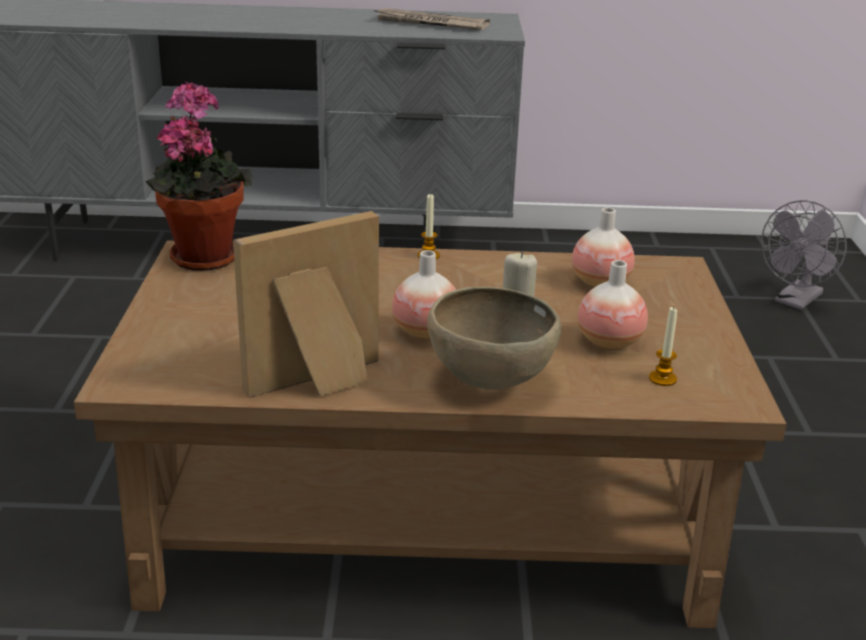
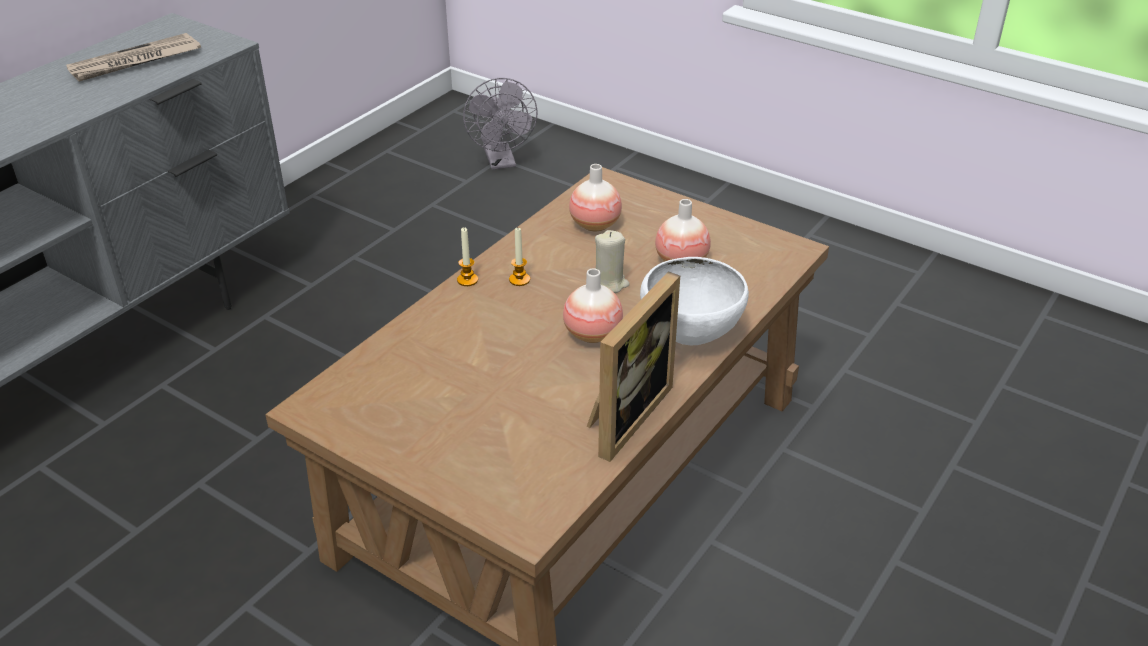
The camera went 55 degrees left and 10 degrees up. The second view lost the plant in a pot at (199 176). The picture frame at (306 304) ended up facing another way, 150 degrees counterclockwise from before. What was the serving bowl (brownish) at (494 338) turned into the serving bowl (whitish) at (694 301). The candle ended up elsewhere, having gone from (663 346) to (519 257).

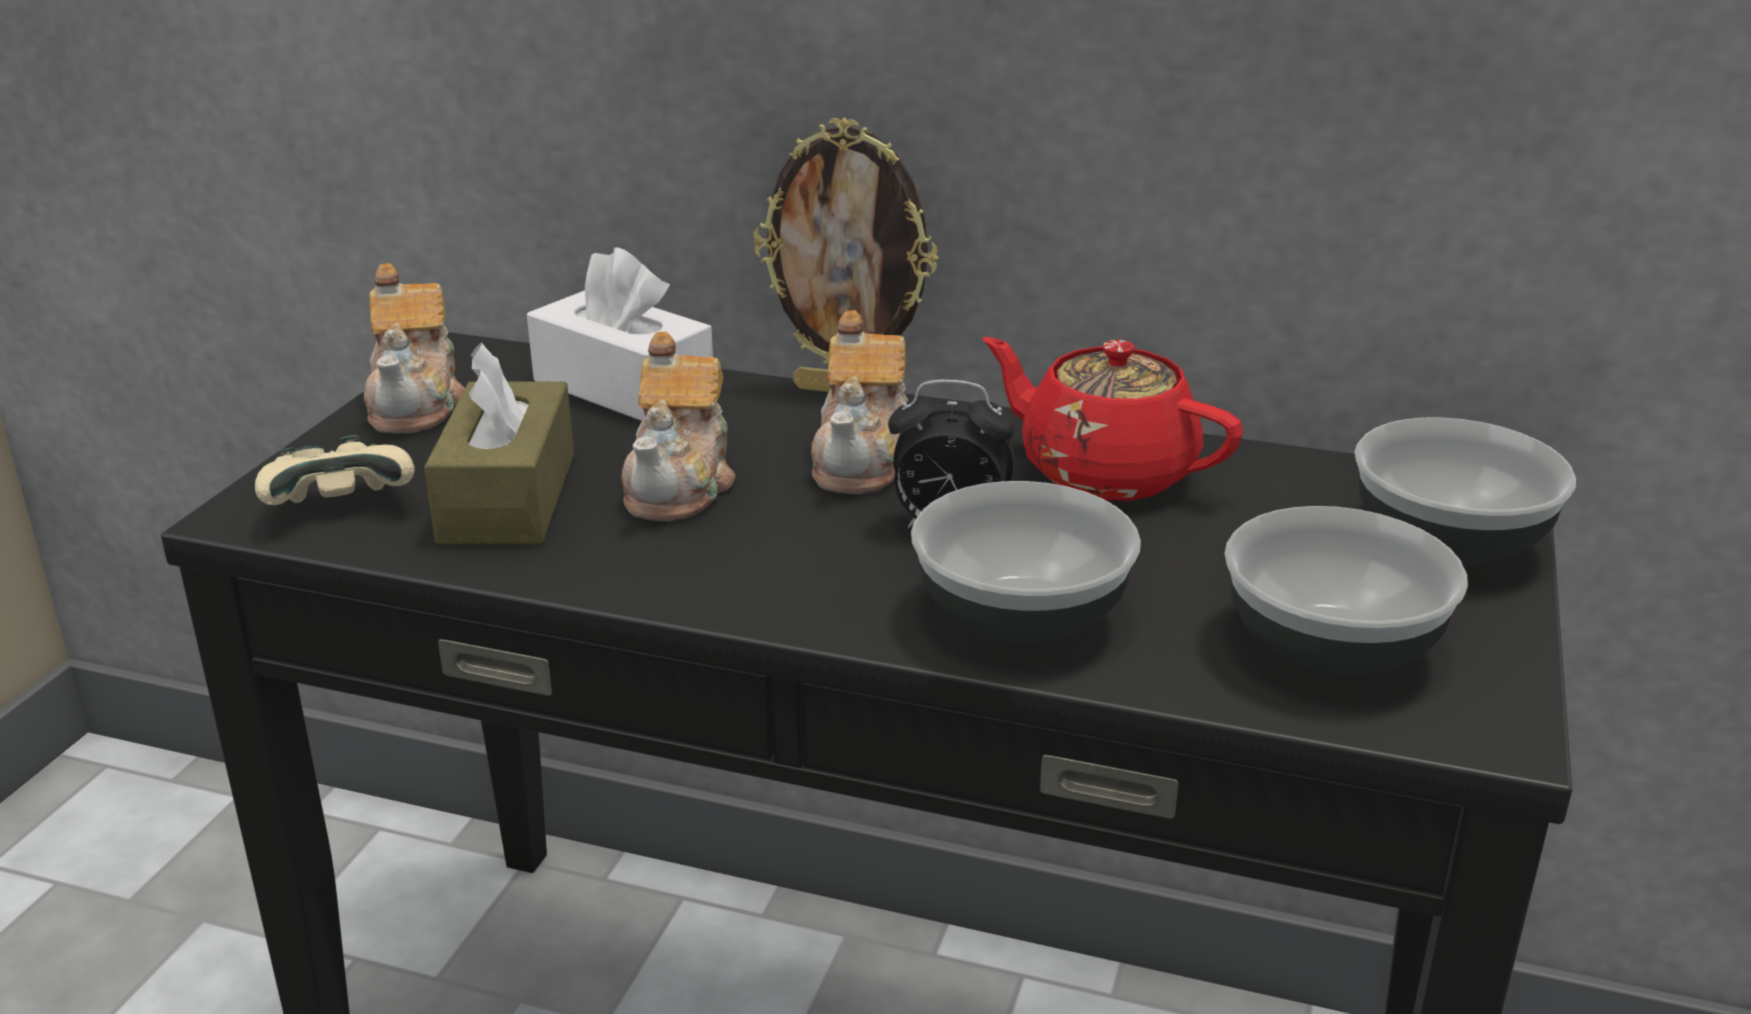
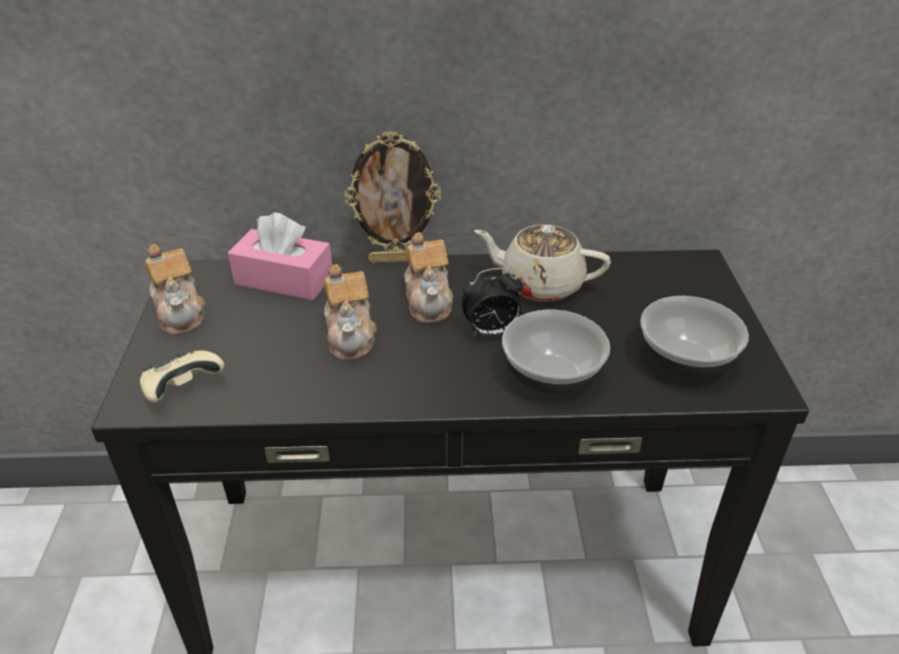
The camera went 20 degrees left and 10 degrees up. What was the box of tissues (whitish) at (620 334) turned into the box of tissues (pink) at (280 256). What was the pot for tea (reddish) at (1113 419) turned into the pot for tea (sand-coloured) at (542 263). The second view lost the box of tissues (brownish) at (499 443). The second view lost the serving bowl at (1465 491).

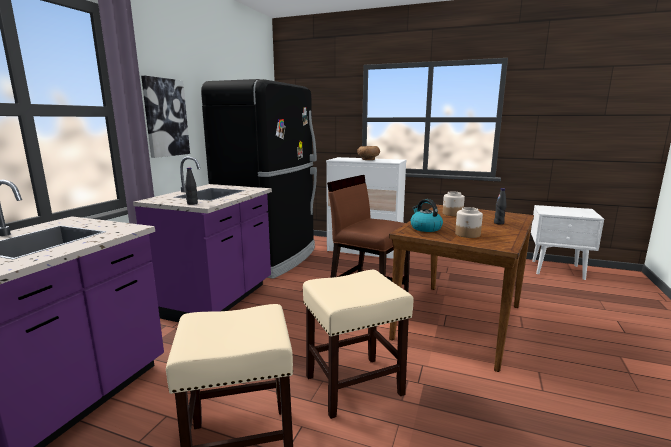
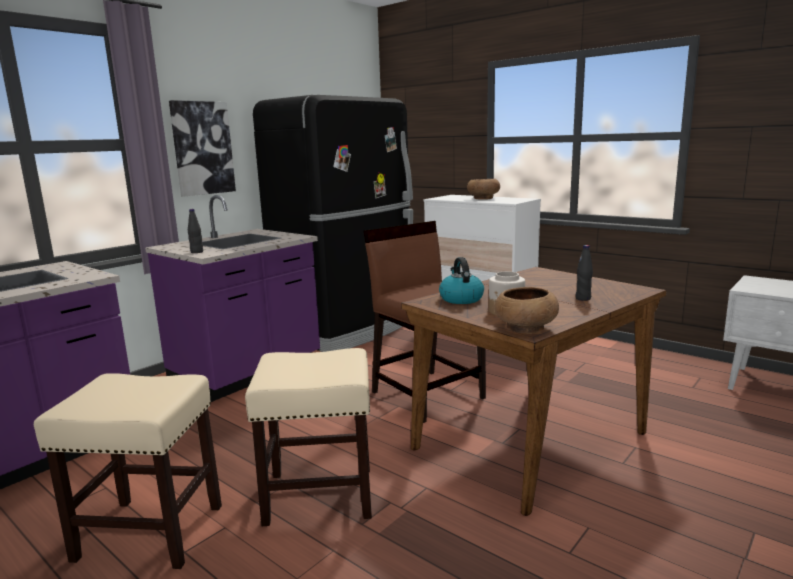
The camera went 20 degrees right and 0 degrees up. The second view lost the storage jar at (454 203). The second view gained the serving bowl (brownish) at (526 310).

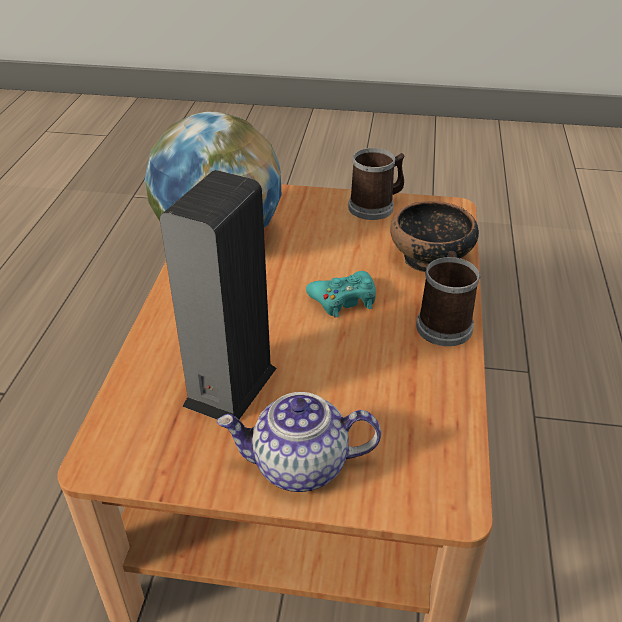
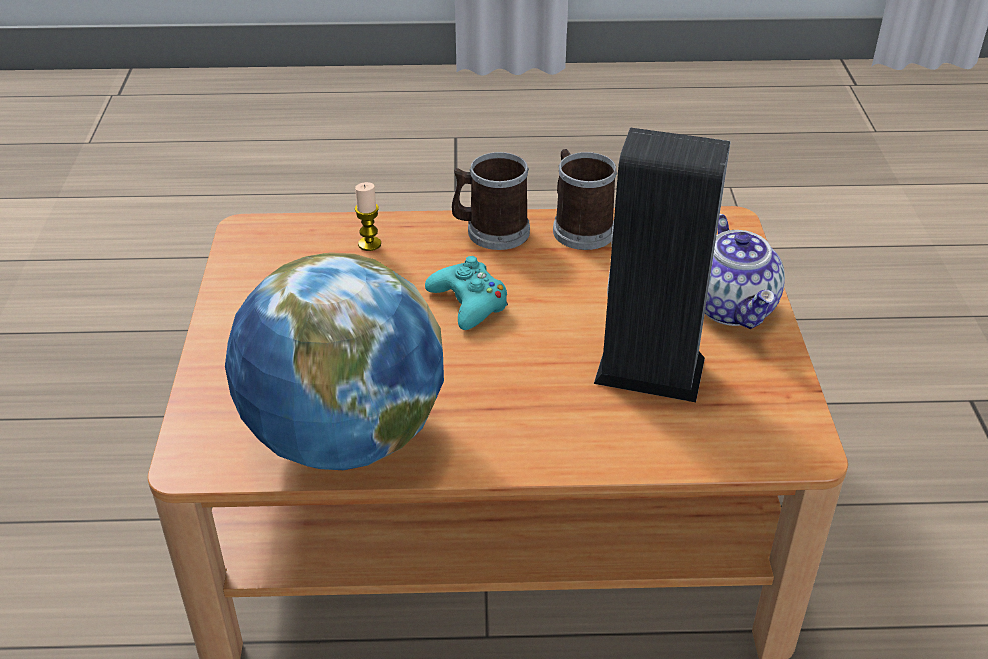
The camera went 100 degrees left and 0 degrees up. The coffee mug ended up elsewhere, having gone from (376 184) to (585 199). Where the serving bowl stood at (434 236), the candle came to stand at (368 216).

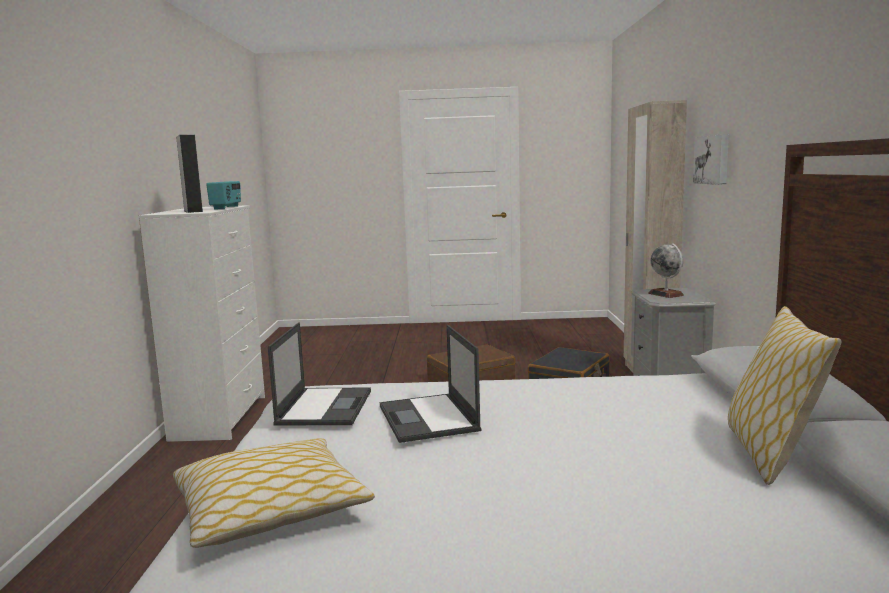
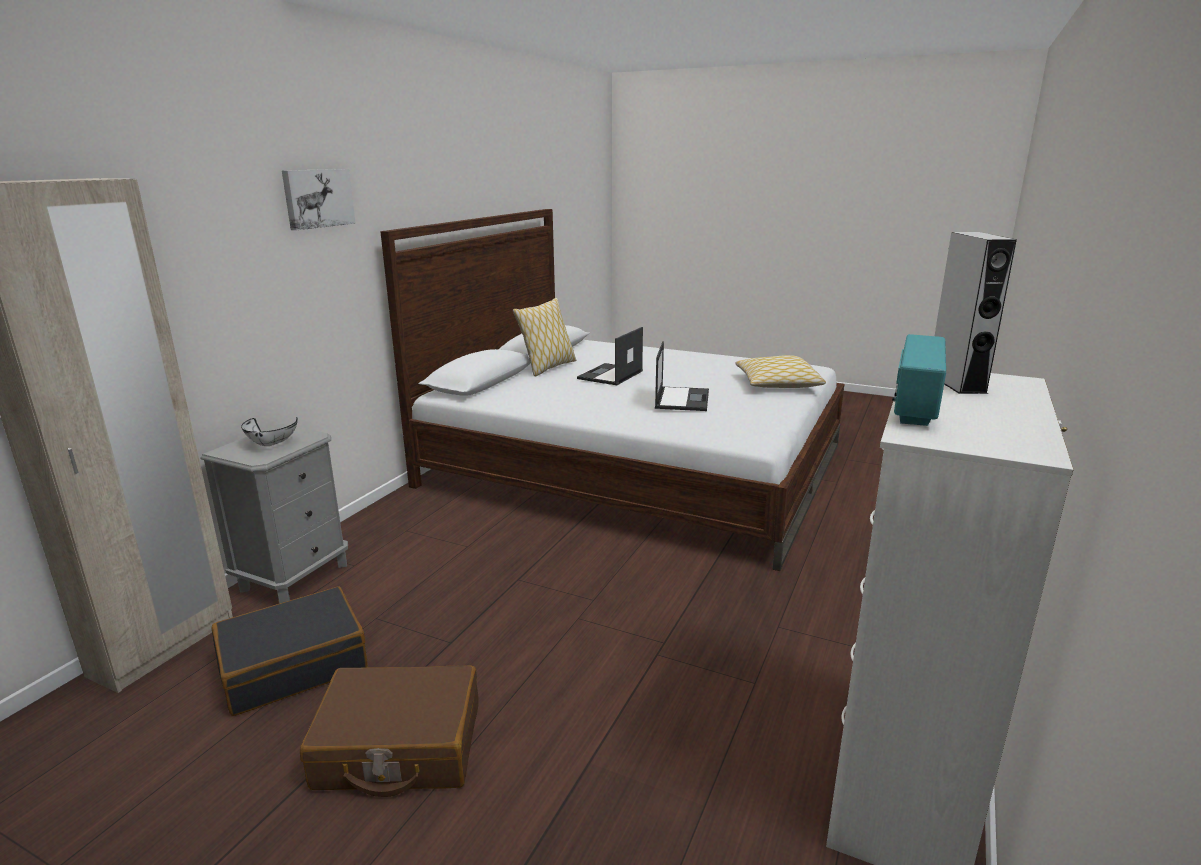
The camera went 155 degrees left and 10 degrees up. The picture ended up elsewhere, having gone from (711 159) to (319 199). Where the world globe stood at (666 270), the serving bowl (whitish) came to stand at (269 432). The notebook computer ended up elsewhere, having gone from (319 373) to (610 356).

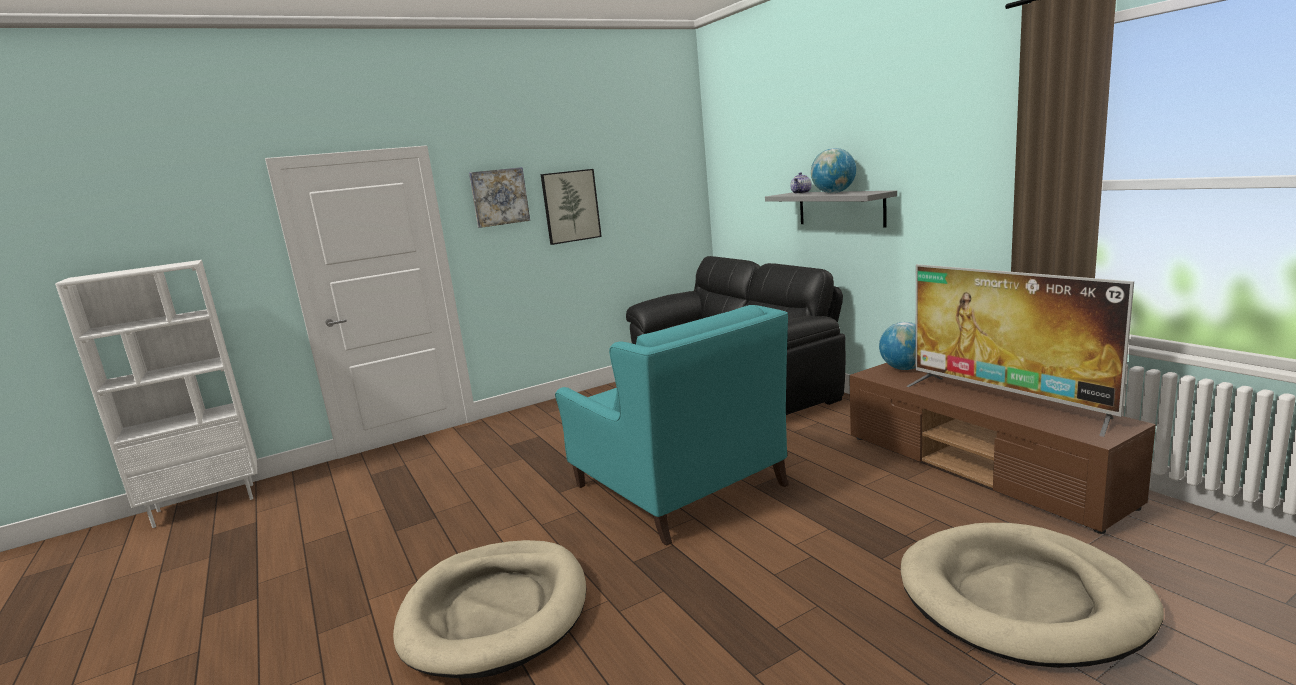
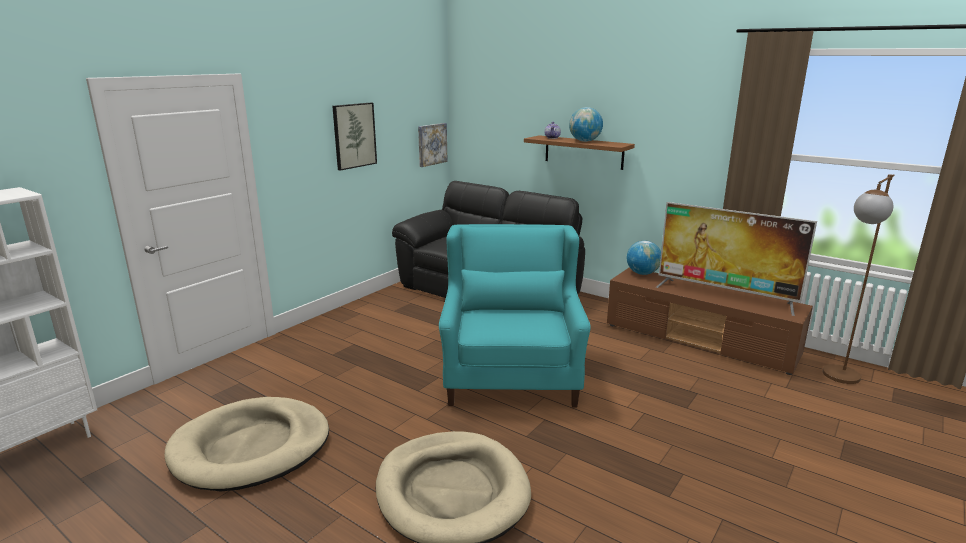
The camera went 25 degrees left and 5 degrees up. The picture ended up elsewhere, having gone from (499 197) to (433 145). What was the bracket shelf (grey) at (831 209) turned into the bracket shelf (brownish) at (579 152). The armchair (turquoise-coloured) at (672 425) ended up facing another way, 120 degrees counterclockwise from before. The dog bed (sand-coloured) ended up elsewhere, having gone from (1032 595) to (247 444). The second view gained the standard lamp (brownish) at (859 279).

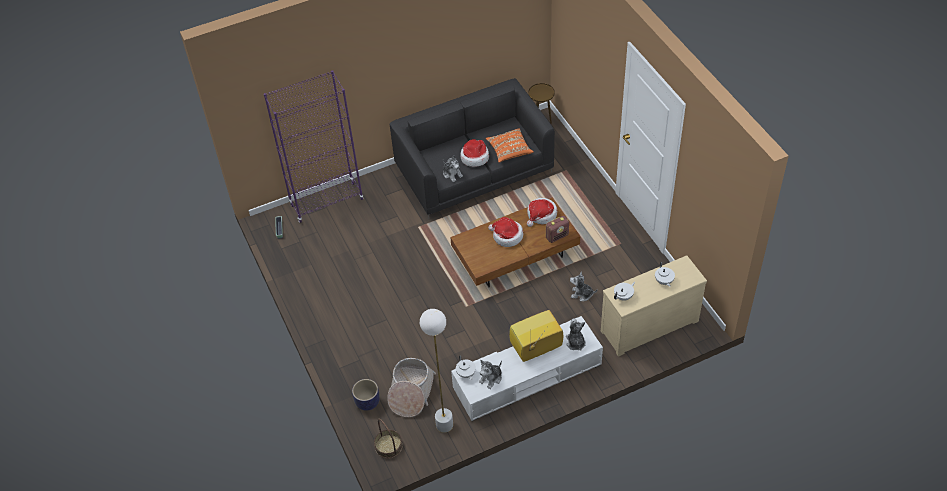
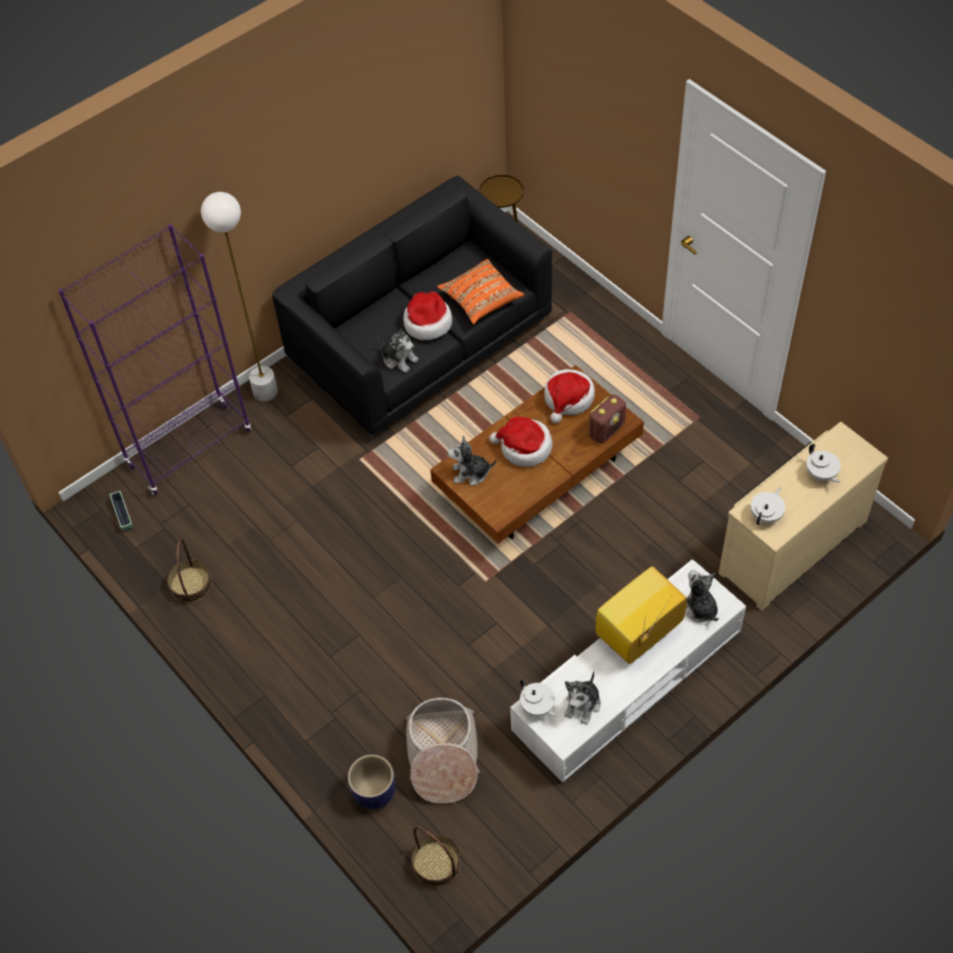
The camera went 15 degrees left and 5 degrees up. The plush toy ended up elsewhere, having gone from (584 286) to (471 461). The standard lamp (whitish) ended up elsewhere, having gone from (436 371) to (239 296). The second view gained the basket at (189 571).

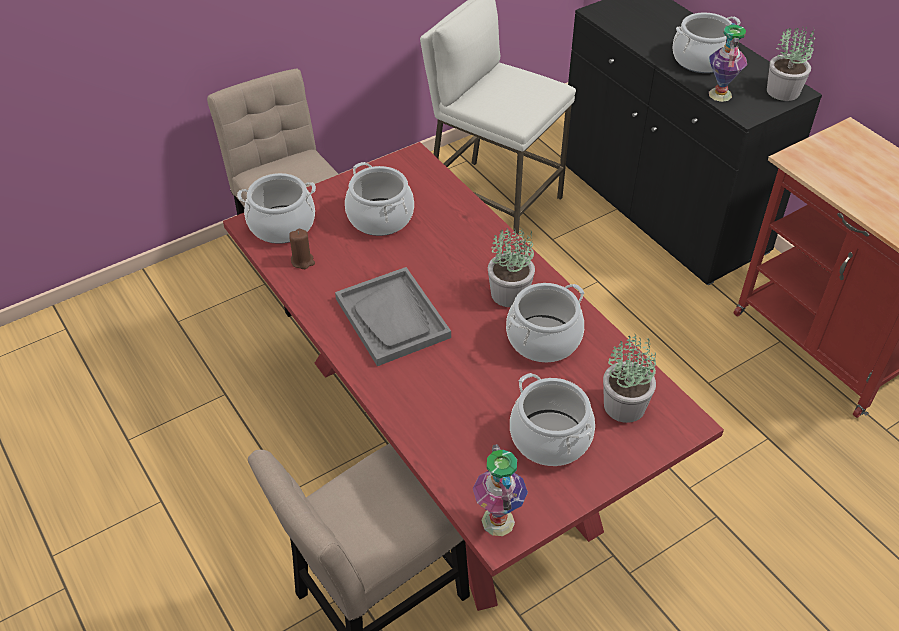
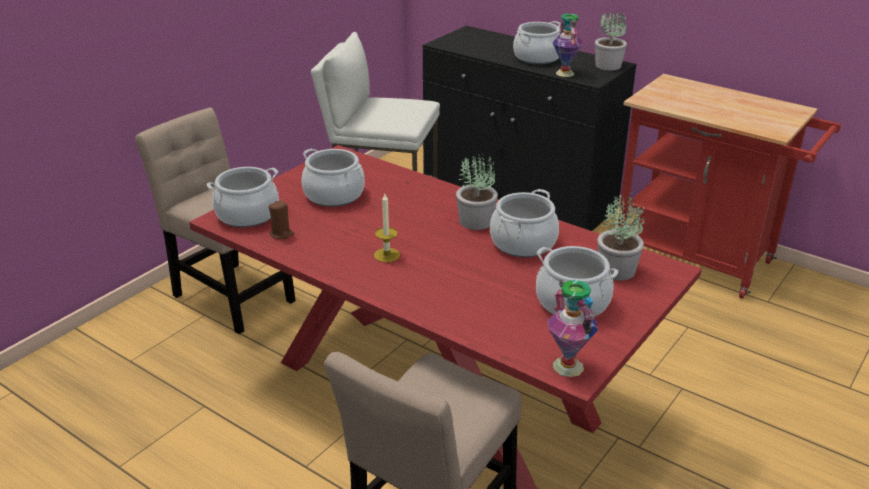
The camera went 20 degrees left and 15 degrees down. Where the carrying tray (grey) stood at (393 316), the candle came to stand at (387 228).

